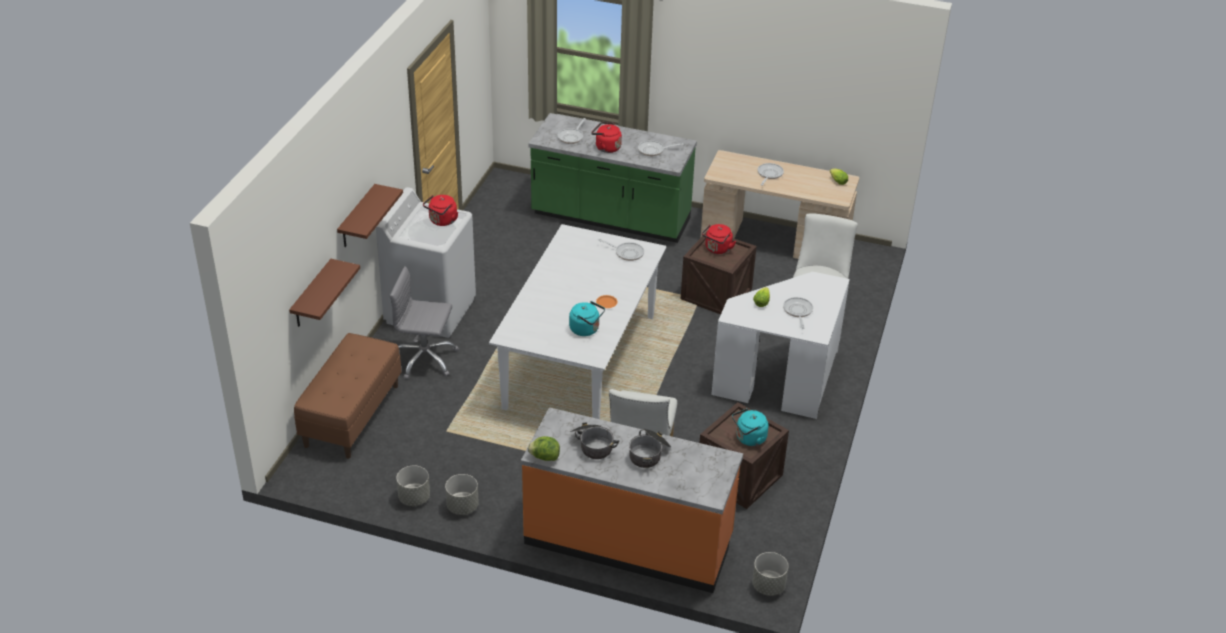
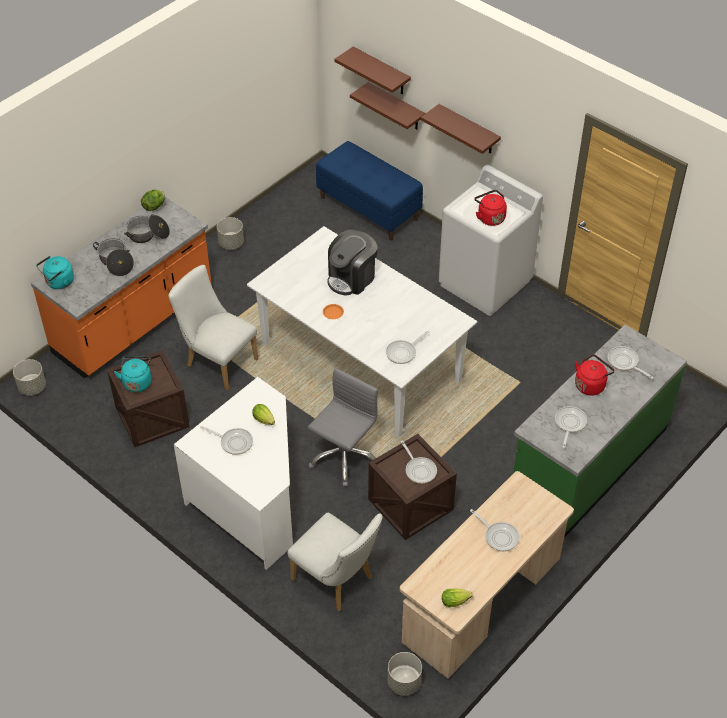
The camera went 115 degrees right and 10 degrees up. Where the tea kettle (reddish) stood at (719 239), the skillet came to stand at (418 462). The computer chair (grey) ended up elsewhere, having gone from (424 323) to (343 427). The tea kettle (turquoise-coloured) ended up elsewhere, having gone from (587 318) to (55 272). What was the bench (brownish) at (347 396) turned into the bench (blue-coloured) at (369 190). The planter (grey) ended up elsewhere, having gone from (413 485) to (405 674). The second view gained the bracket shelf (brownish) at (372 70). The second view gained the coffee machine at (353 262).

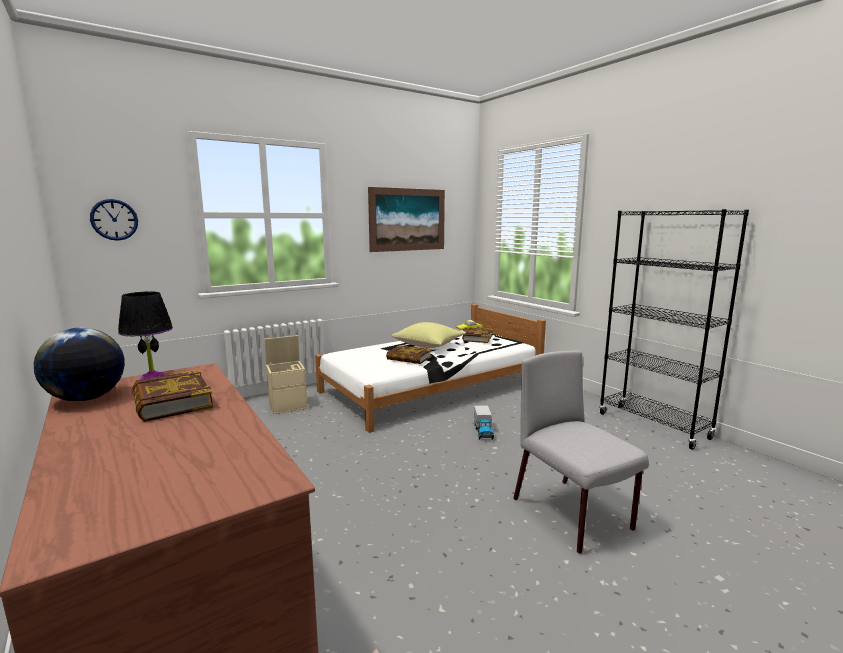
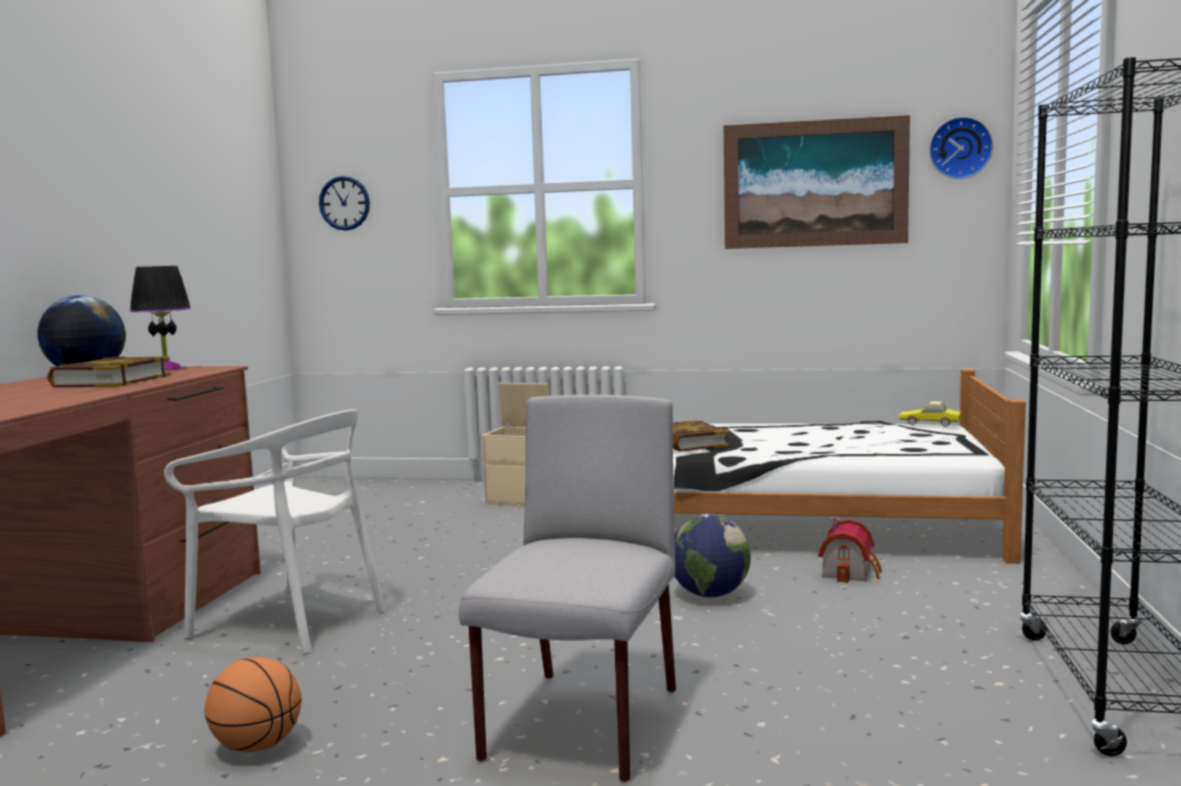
The camera went 45 degrees right and 5 degrees down. The second view lost the throw pillow (yellow-coloured) at (428 335). The second view lost the volume at (477 335). Where the model truck stood at (484 422), the world globe came to stand at (713 555). The second view gained the clock on the wall at (961 148). The second view gained the chair (whitish) at (275 531). The second view gained the toy house at (850 550). The second view gained the basketball at (253 704).

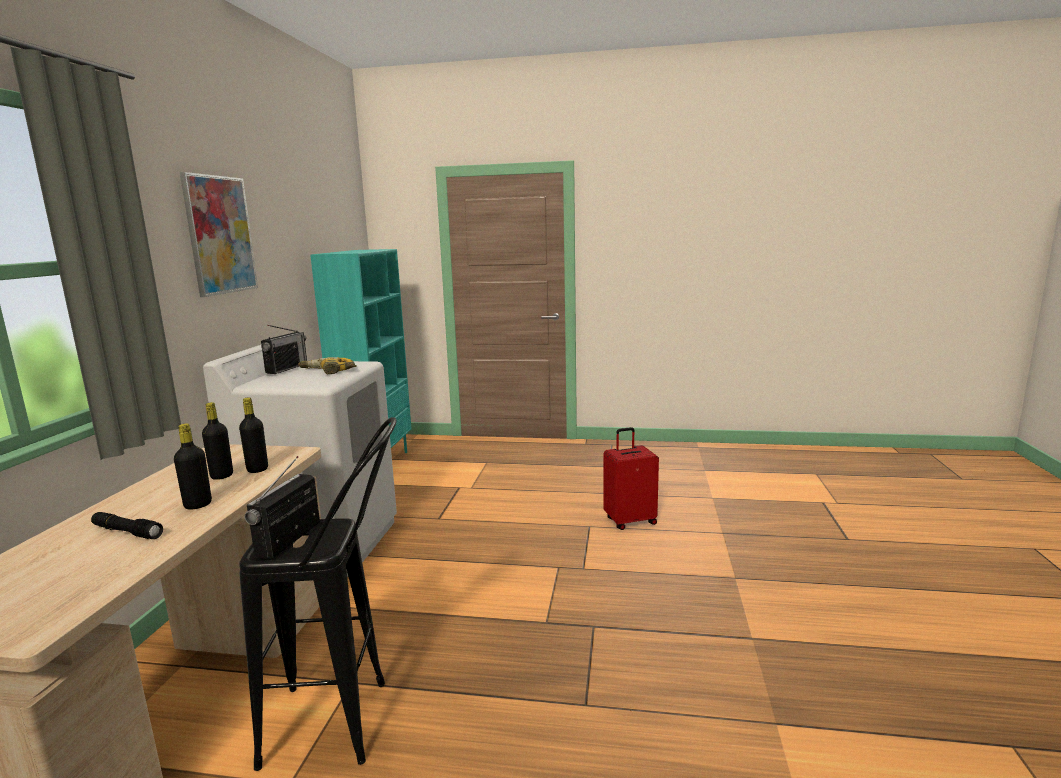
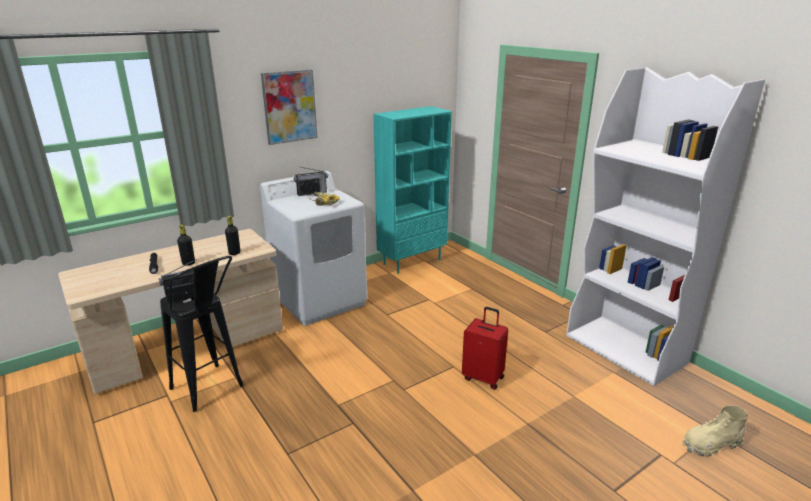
The camera went 45 degrees right and 10 degrees up. The second view lost the drink bottle (black-coloured) at (217 441). The second view gained the bookshelf (whitish) at (665 226). The second view gained the tall boot (sand-coloured) at (715 430).

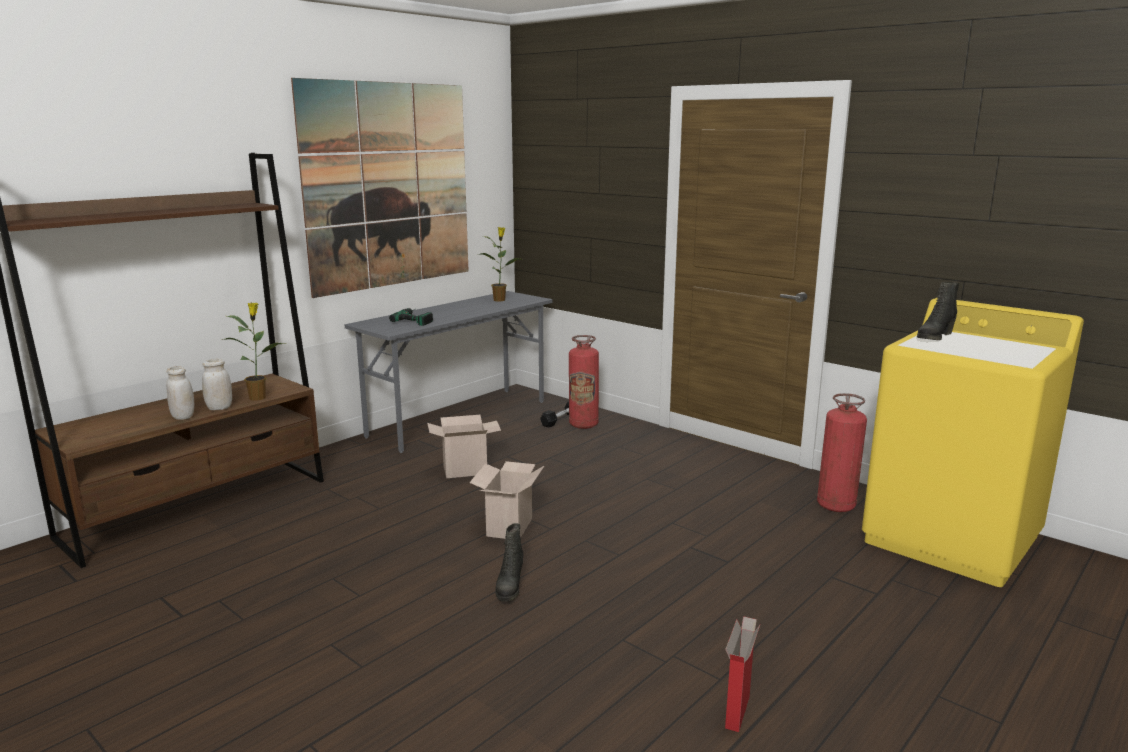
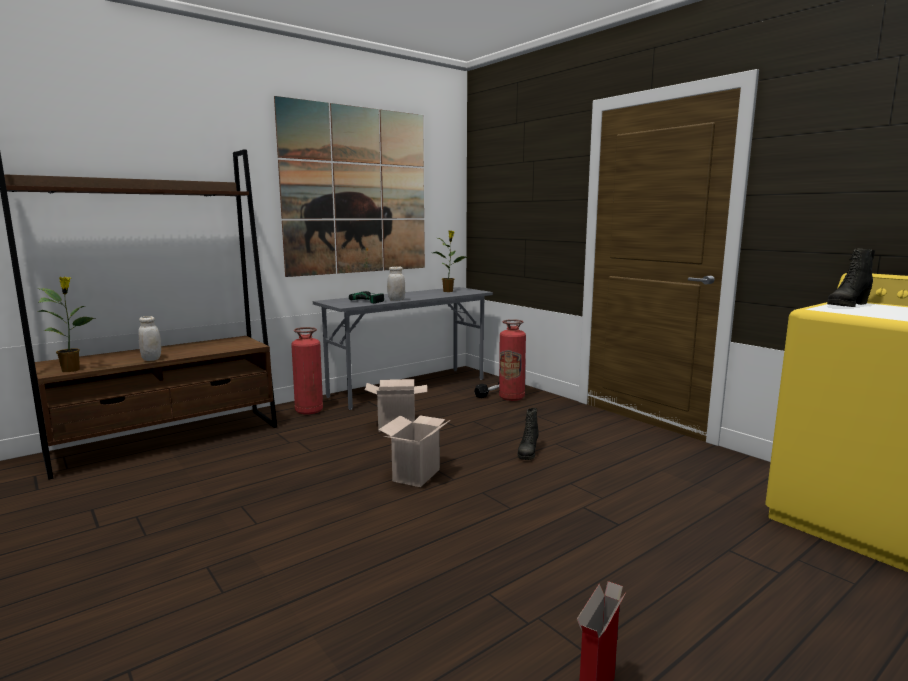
The camera went 10 degrees right and 5 degrees down. The plant in a pot ended up elsewhere, having gone from (252 351) to (66 324). The storage jar (whitish) ended up elsewhere, having gone from (217 384) to (396 283). The fire extinguisher ended up elsewhere, having gone from (842 452) to (307 371). The tall boot (black-coloured) ended up elsewhere, having gone from (509 562) to (528 434).

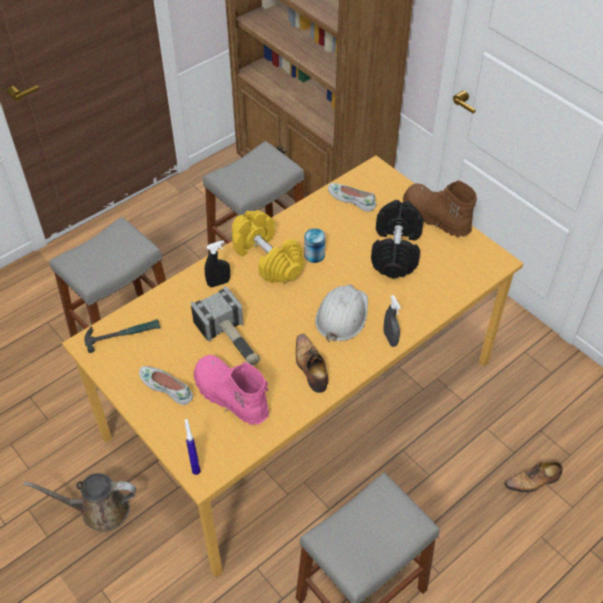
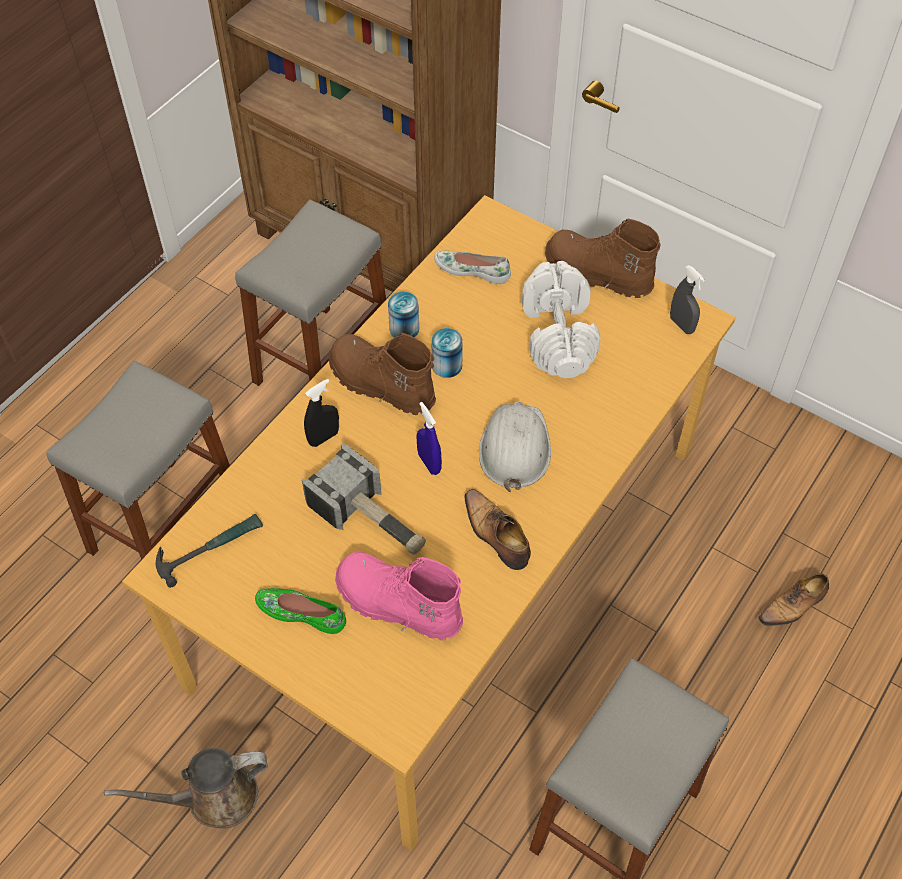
The camera went 15 degrees left and 5 degrees up. What was the free weight (black-coloured) at (397 239) turned into the free weight (whitish) at (561 319). Where the free weight (yellow-coloured) stood at (267 247), the tall boot (brownish) came to stand at (382 374). The hand sprayer (grey) ended up elsewhere, having gone from (392 321) to (687 299). What was the item of footwear (whitish) at (166 385) turned into the item of footwear (green-coloured) at (300 611). The hand sprayer (blue-coloured) ended up elsewhere, having gone from (193 447) to (429 438). The second view gained the can at (403 314).

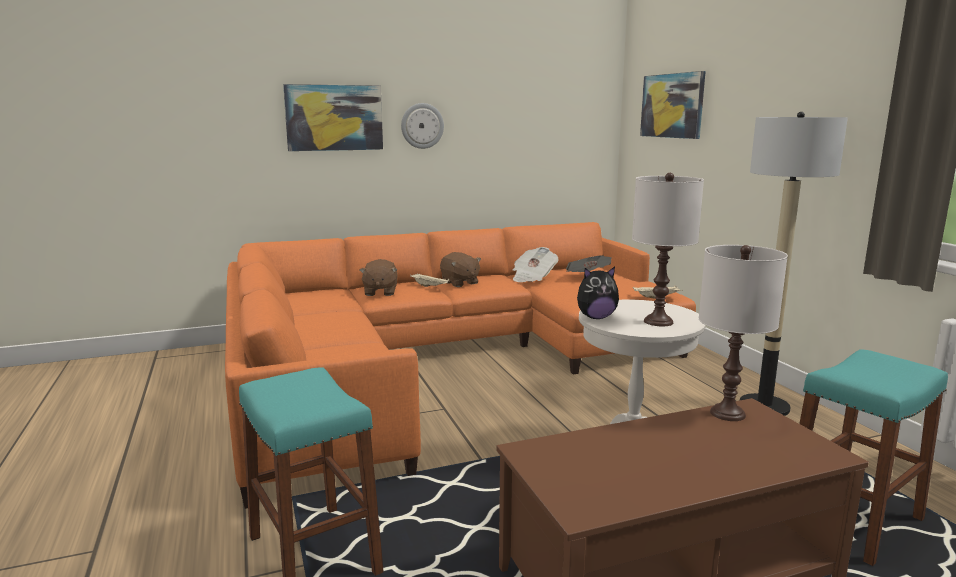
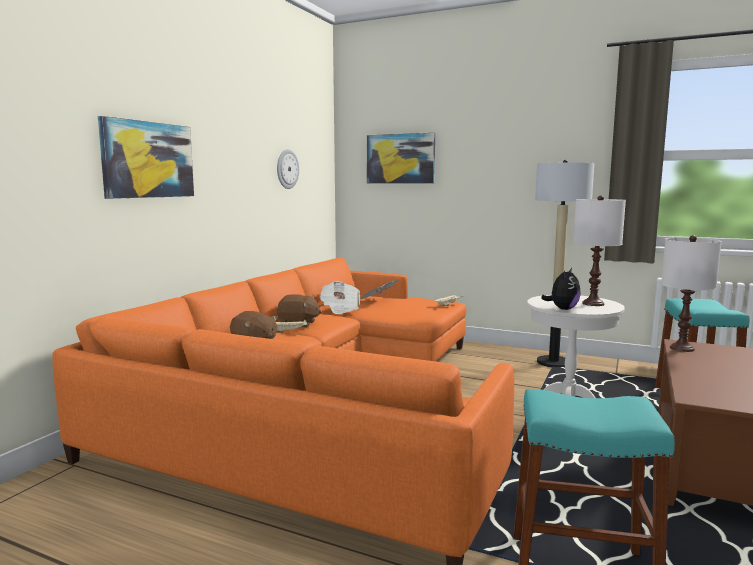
The camera went 45 degrees left and 5 degrees down. The clock on the wall ended up elsewhere, having gone from (422 126) to (288 169).

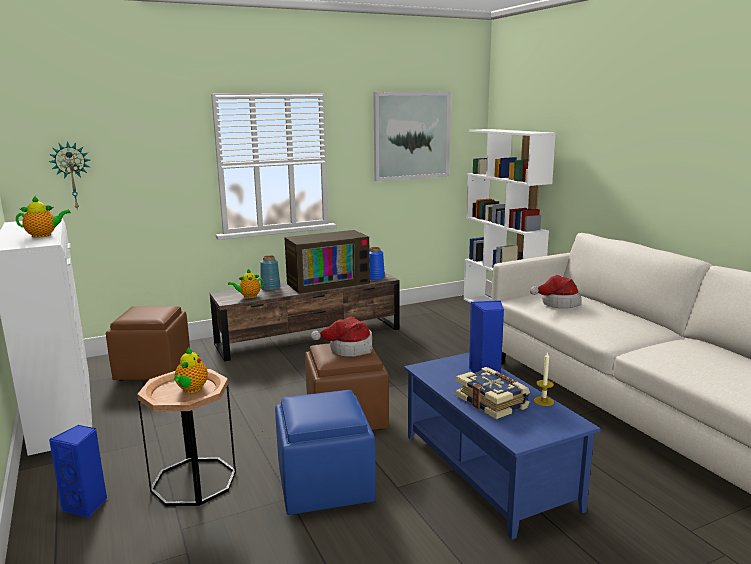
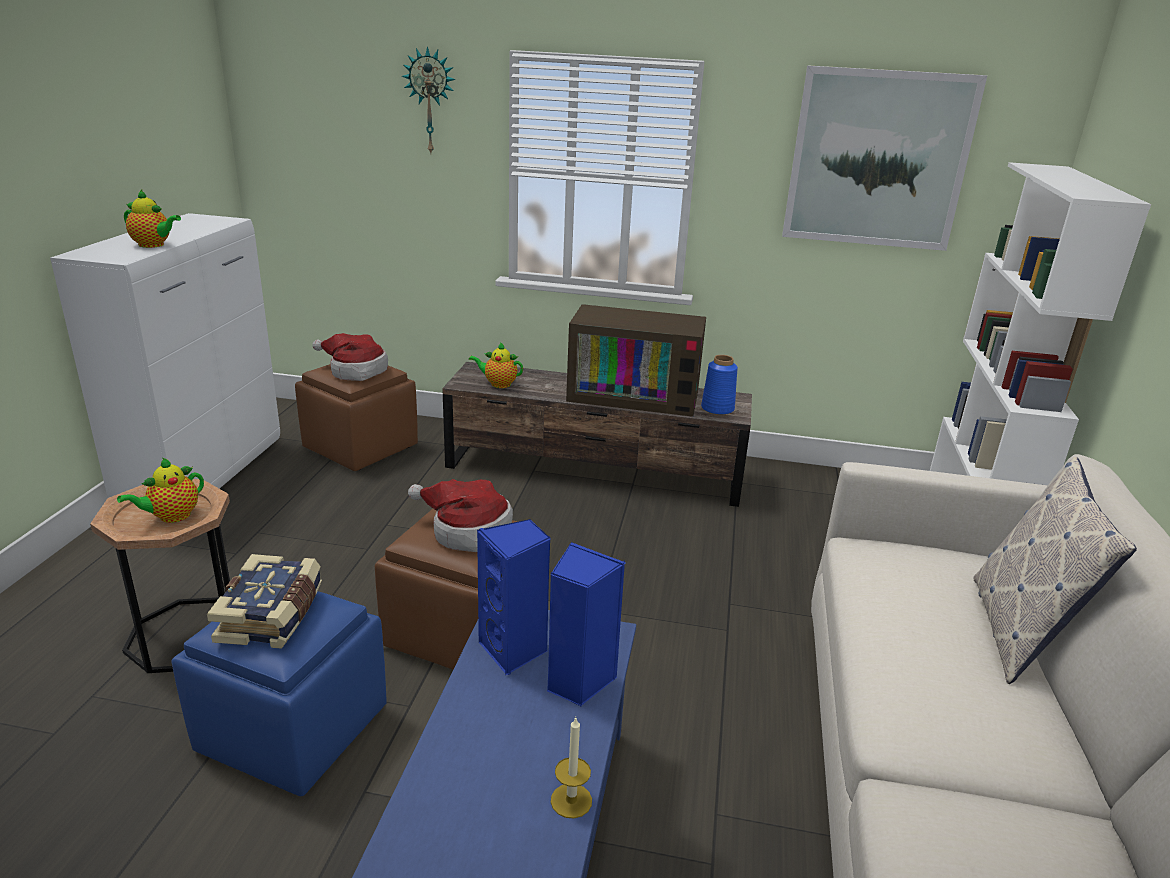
The camera went 35 degrees right and 10 degrees up. The clock on the wall ended up elsewhere, having gone from (69 176) to (428 99). The second view lost the flower vase (blue-coloured) at (270 273). The clothing hat ended up elsewhere, having gone from (556 291) to (350 357). The volume ended up elsewhere, having gone from (492 393) to (264 601). The audio speaker (blue-coloured) ended up elsewhere, having gone from (78 471) to (514 597). The second view gained the throw pillow at (1055 570).

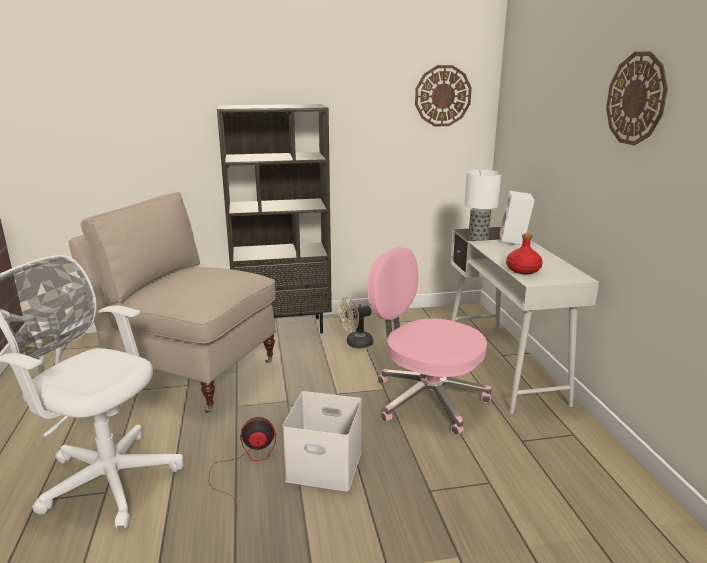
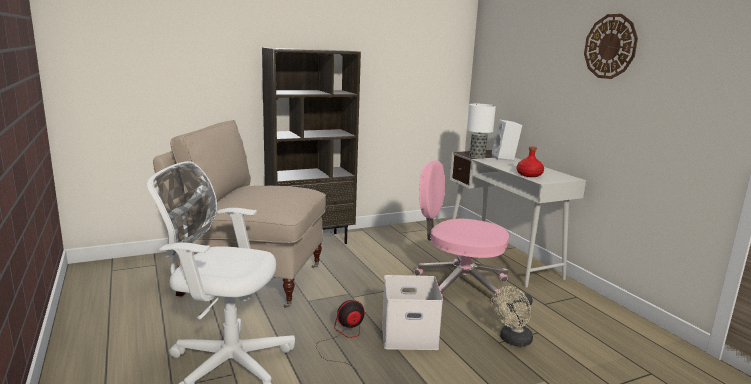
The camera went 15 degrees left and 5 degrees down. The second view lost the clock on the wall at (443 95). The fan (sand-coloured) ended up elsewhere, having gone from (355 322) to (513 316).

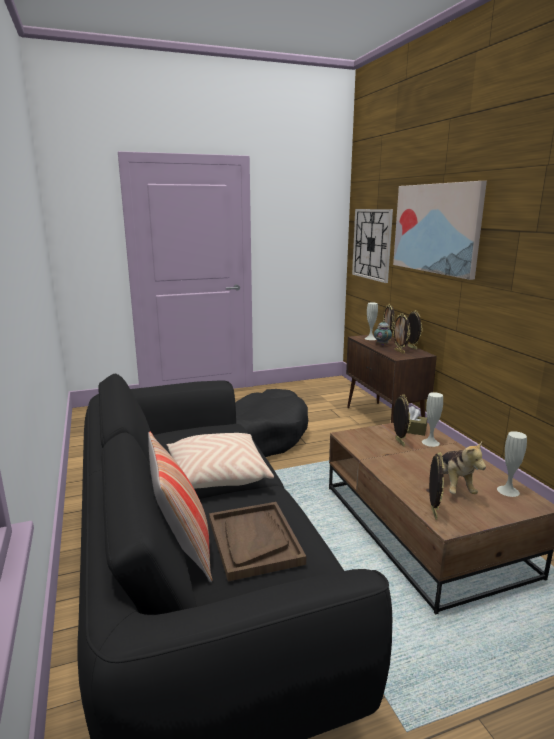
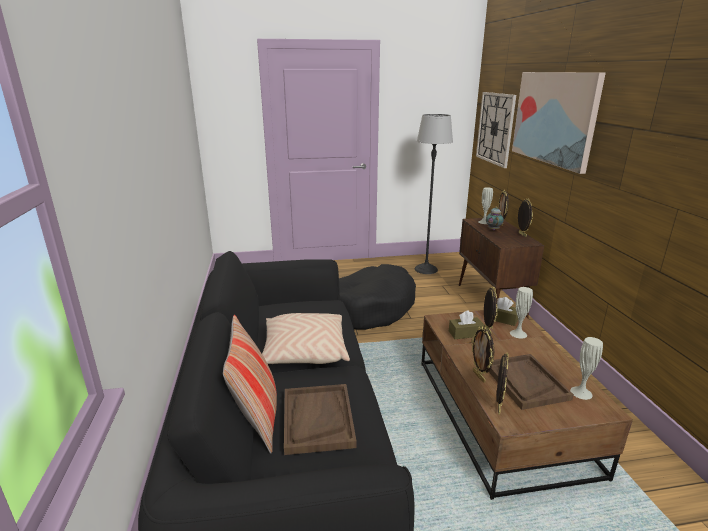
The camera went 10 degrees right and 5 degrees up. The picture frame ended up elsewhere, having gone from (401 333) to (482 355). Where the plush toy stood at (464 468), the carrying tray (brownish) came to stand at (531 382). The second view gained the standard lamp at (434 194). The second view gained the box of tissues (brownish) at (466 324).

